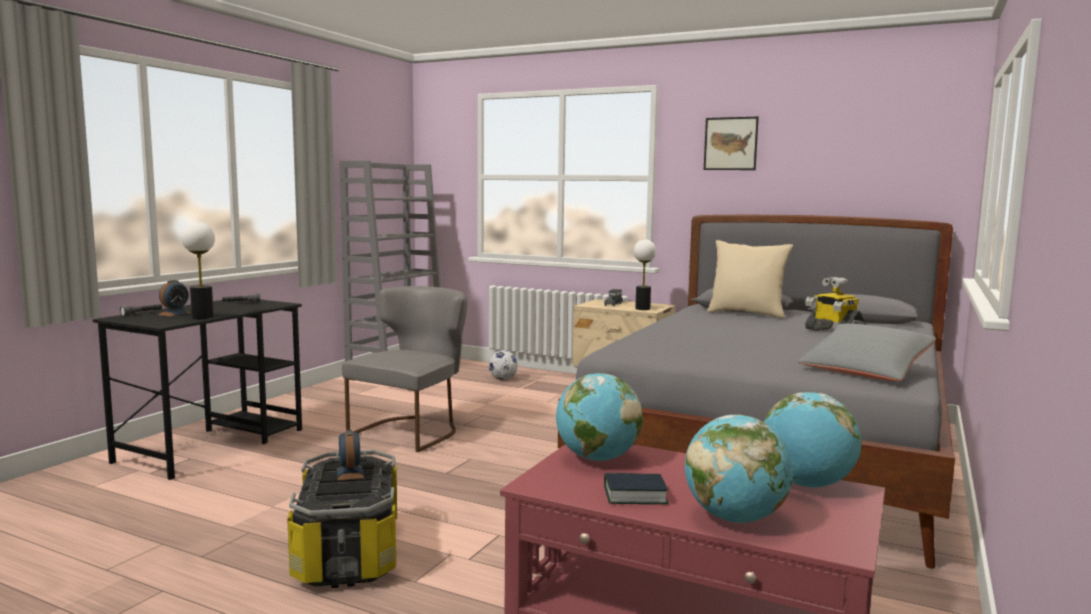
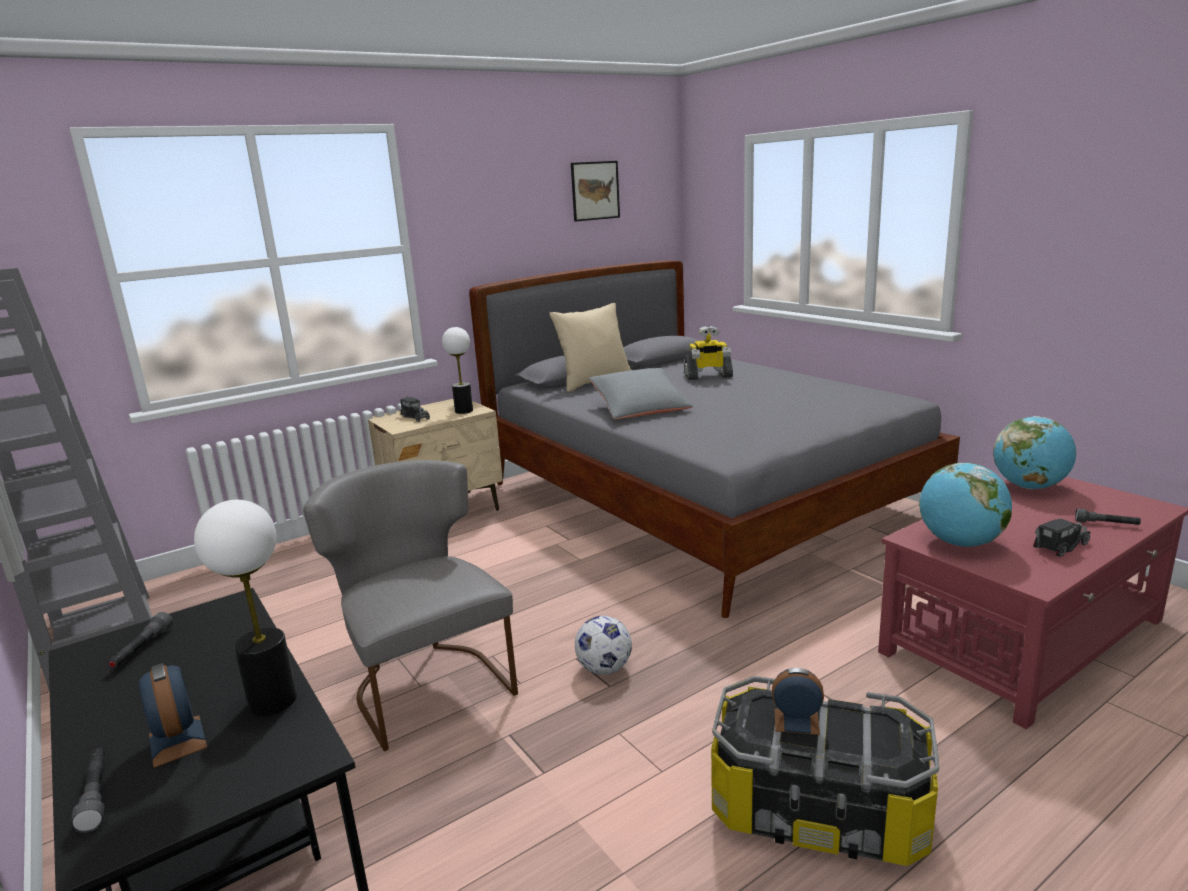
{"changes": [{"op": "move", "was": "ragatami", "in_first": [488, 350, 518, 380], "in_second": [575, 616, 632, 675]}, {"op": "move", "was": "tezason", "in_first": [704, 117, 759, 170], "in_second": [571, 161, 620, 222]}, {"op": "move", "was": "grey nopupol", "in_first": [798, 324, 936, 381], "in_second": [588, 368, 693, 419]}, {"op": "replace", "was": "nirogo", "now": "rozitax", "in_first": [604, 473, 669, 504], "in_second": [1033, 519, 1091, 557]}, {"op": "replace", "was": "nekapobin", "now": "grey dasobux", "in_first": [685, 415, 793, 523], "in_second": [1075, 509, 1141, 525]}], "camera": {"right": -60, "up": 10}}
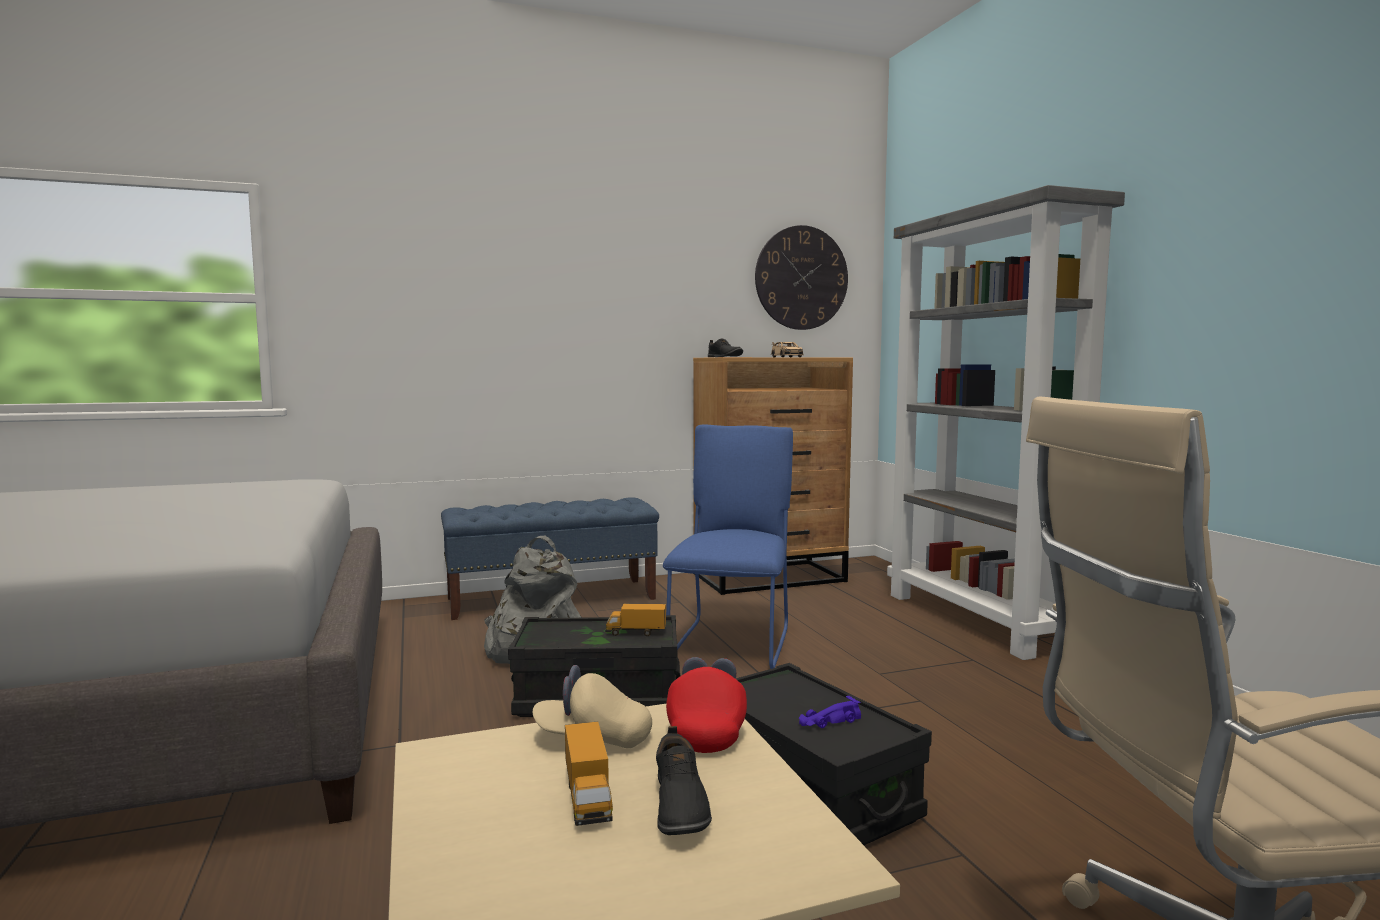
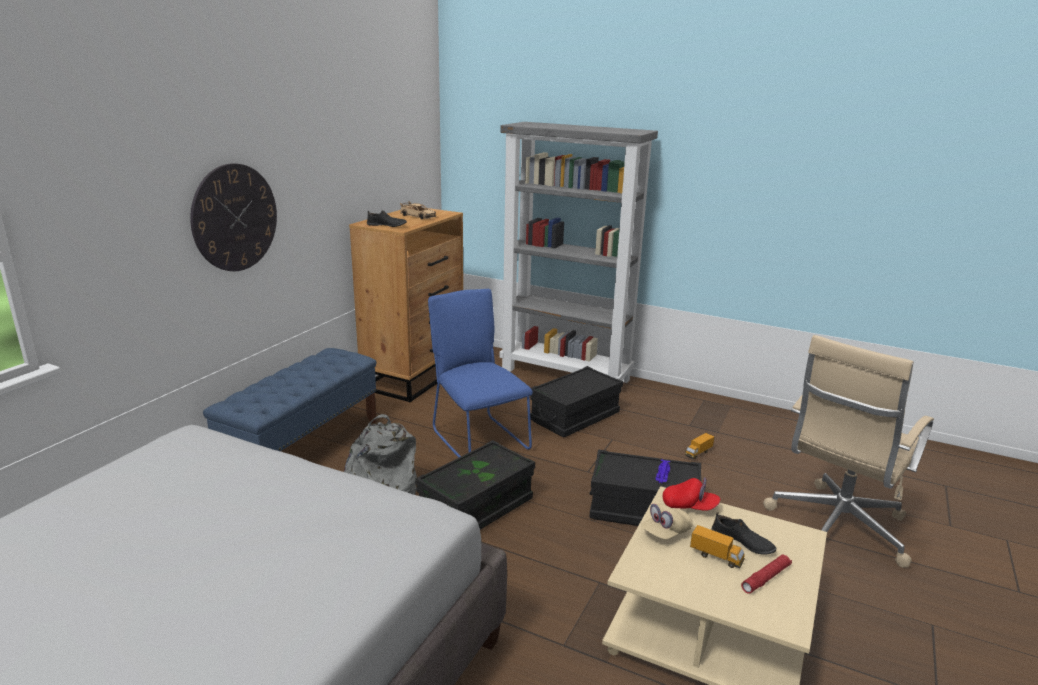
{"changes": [{"op": "insert", "now": "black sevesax", "in_second": [530, 366, 623, 437]}, {"op": "insert", "now": "red dasobux", "in_second": [741, 555, 792, 594]}, {"op": "move", "was": "rozitax", "in_first": [605, 604, 666, 636], "in_second": [685, 433, 715, 459]}, {"op": "move", "was": "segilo", "in_first": [755, 225, 848, 330], "in_second": [190, 163, 277, 271]}, {"op": "rotate", "was": "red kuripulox", "in_first": [666, 657, 747, 753], "in_second": [663, 477, 720, 511], "clockwise": 150}], "camera": {"right": -45, "up": 15}}
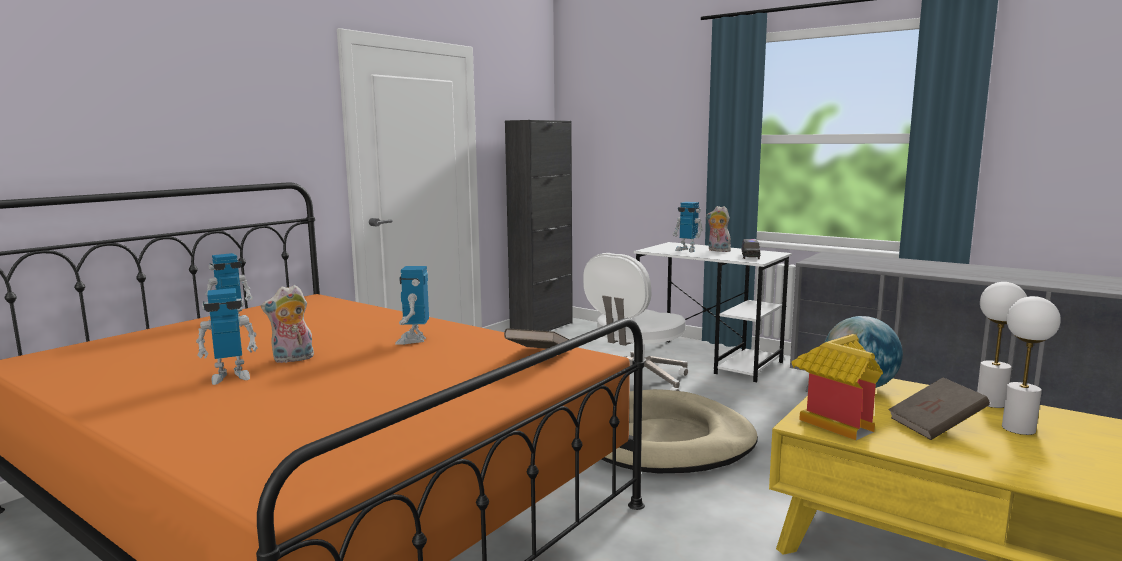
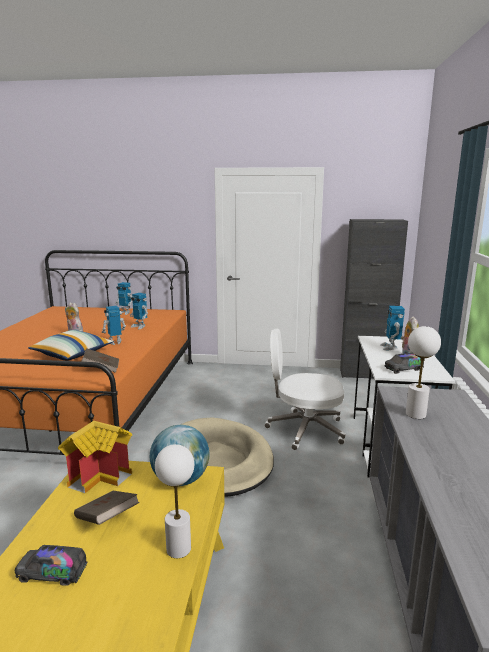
{"changes": [{"op": "insert", "now": "rozitax", "in_second": [15, 545, 87, 586]}, {"op": "insert", "now": "nopupol", "in_second": [28, 330, 113, 361]}, {"op": "move", "was": "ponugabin", "in_first": [196, 288, 258, 385], "in_second": [130, 293, 148, 329]}, {"op": "move", "was": "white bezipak", "in_first": [1002, 296, 1061, 435], "in_second": [406, 326, 441, 419]}], "camera": {"right": 60, "up": 5}}
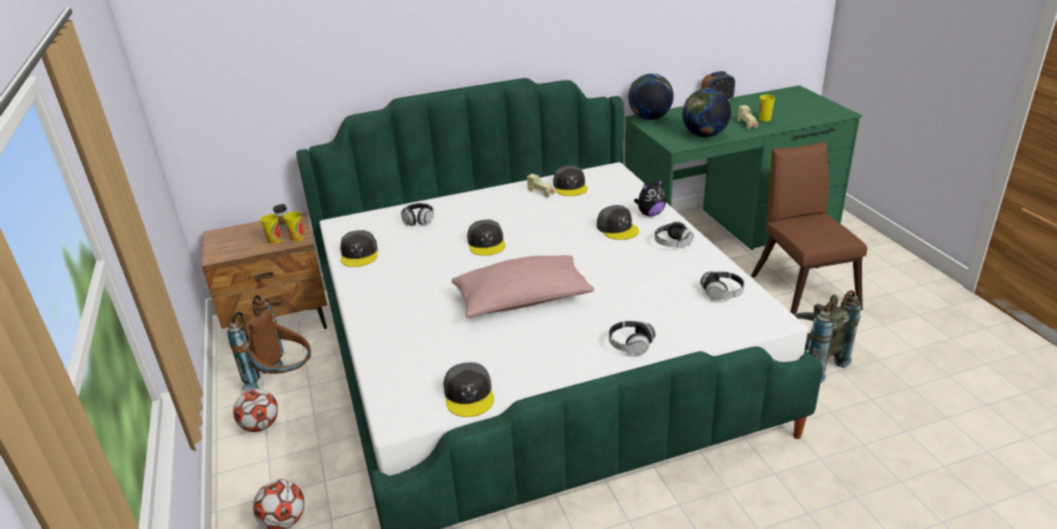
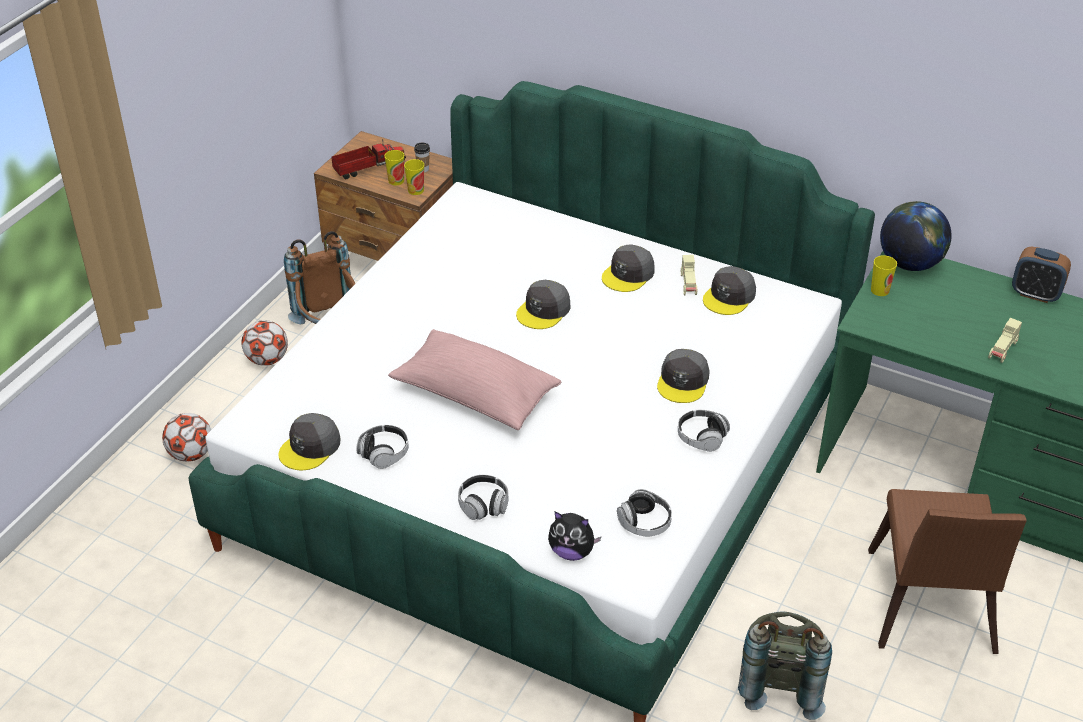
{"changes": [{"op": "delete", "was": "nekapobin", "in_first": [682, 88, 731, 137]}, {"op": "insert", "now": "rozitax", "in_second": [331, 140, 406, 179]}, {"op": "move", "was": "grey kuripulox", "in_first": [340, 230, 378, 267], "in_second": [602, 244, 655, 292]}, {"op": "move", "was": "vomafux", "in_first": [401, 203, 434, 226], "in_second": [356, 425, 409, 469]}, {"op": "move", "was": "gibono", "in_first": [634, 178, 666, 217], "in_second": [548, 511, 602, 561]}, {"op": "move", "was": "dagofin", "in_first": [759, 95, 775, 121], "in_second": [871, 255, 897, 296]}, {"op": "rotate", "was": "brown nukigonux", "in_first": [751, 142, 867, 314], "in_second": [868, 489, 1027, 654], "clockwise": 150}], "camera": {"right": 45, "up": 10}}
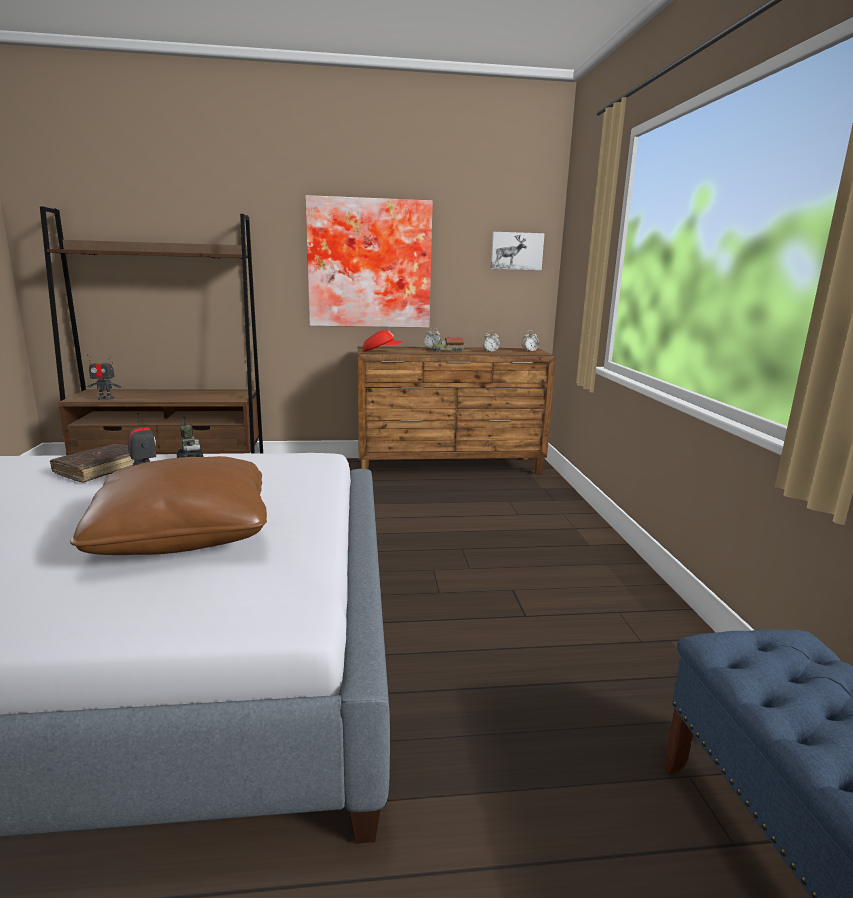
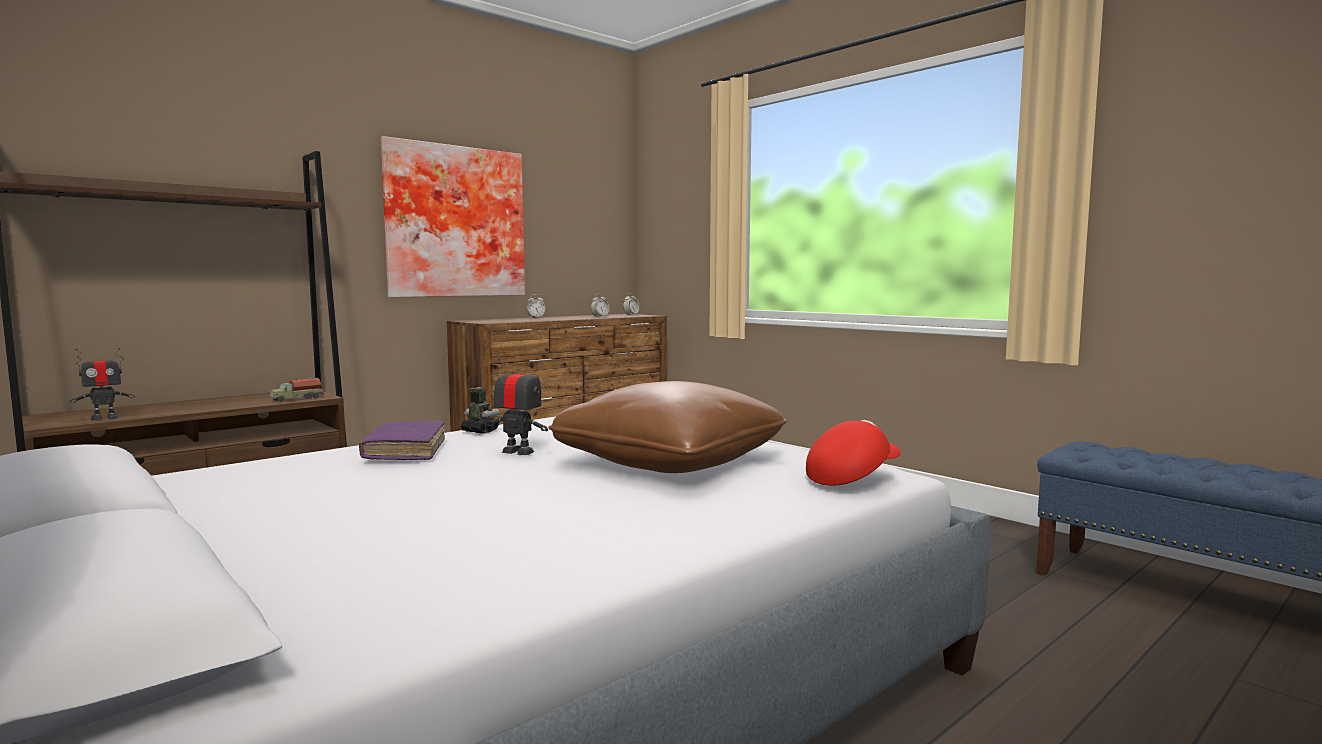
{"changes": [{"op": "delete", "was": "tezason", "in_first": [490, 232, 545, 270]}, {"op": "move", "was": "red kuripulox", "in_first": [363, 330, 402, 352], "in_second": [806, 420, 900, 486]}, {"op": "move", "was": "rozitax", "in_first": [432, 337, 465, 352], "in_second": [269, 377, 324, 402]}, {"op": "recolor", "was": "brown nirogo", "now": "purple nirogo", "in_first": [50, 444, 134, 483], "in_second": [359, 420, 445, 460]}], "camera": {"right": -35, "up": -10}}
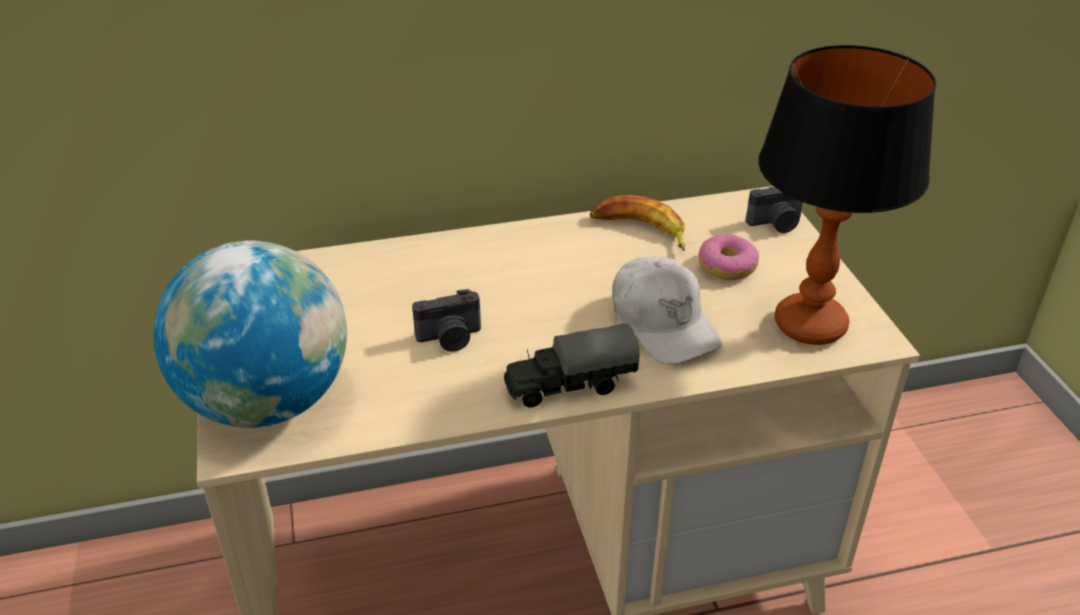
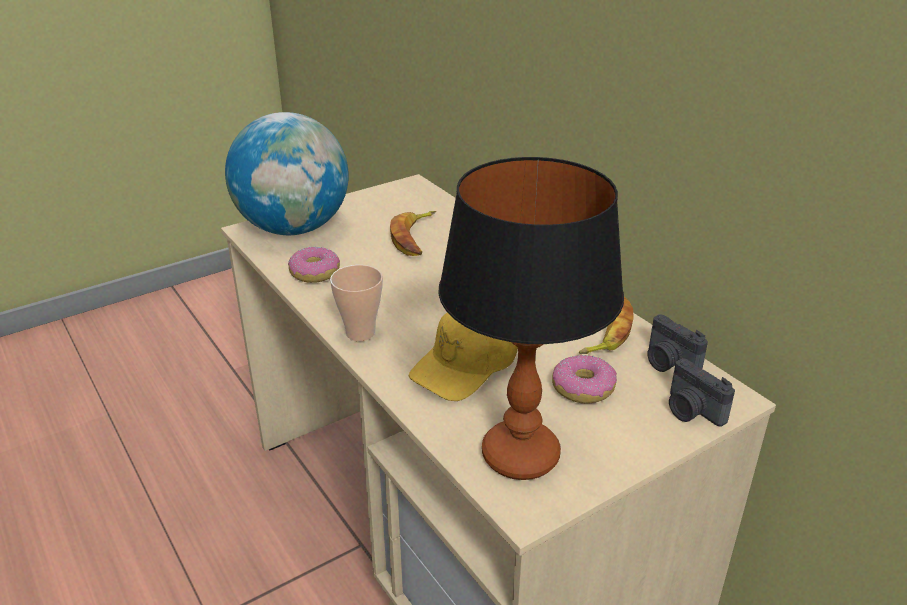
{"changes": [{"op": "insert", "now": "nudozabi", "in_second": [288, 246, 340, 283]}, {"op": "insert", "now": "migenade", "in_second": [390, 211, 436, 256]}, {"op": "move", "was": "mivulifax", "in_first": [412, 289, 481, 351], "in_second": [648, 314, 708, 372]}, {"op": "replace", "was": "rozitax", "now": "dagofin", "in_first": [504, 323, 640, 407], "in_second": [330, 265, 383, 341]}, {"op": "recolor", "was": "white kuripulox", "now": "yellow kuripulox", "in_first": [612, 256, 722, 365], "in_second": [409, 313, 518, 401]}], "camera": {"right": 70, "up": -5}}
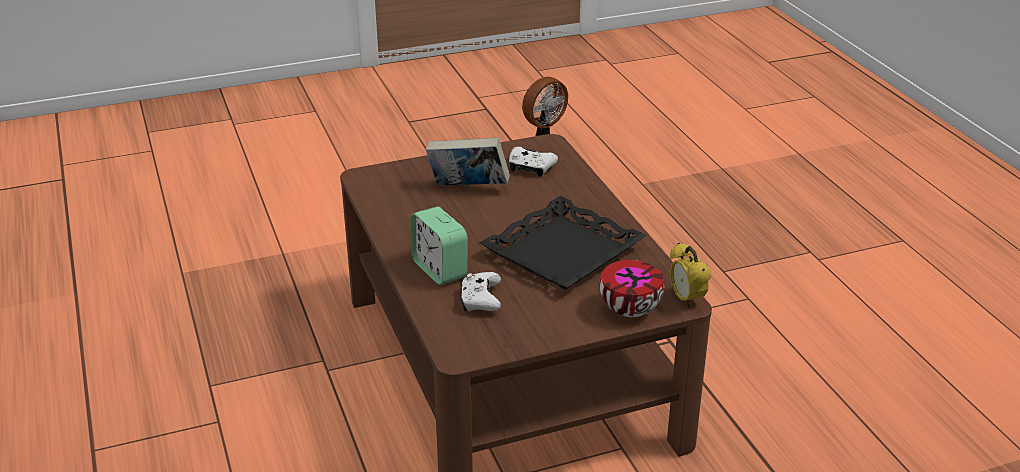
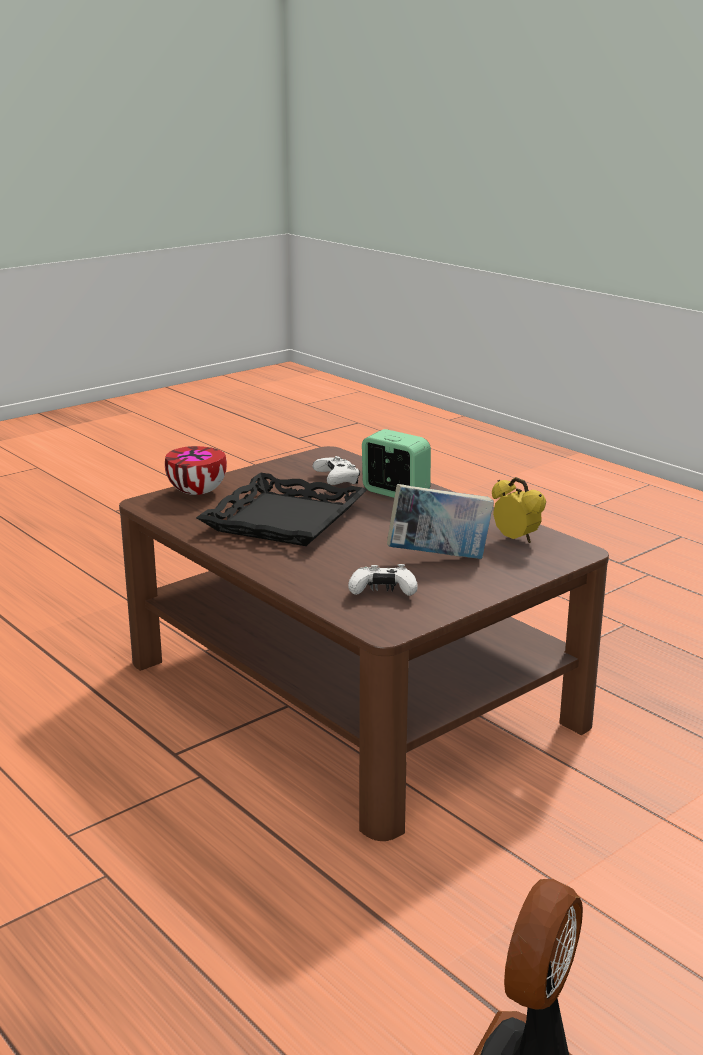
{"changes": [{"op": "move", "was": "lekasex", "in_first": [670, 243, 711, 308], "in_second": [492, 477, 546, 543]}], "camera": {"right": 160, "up": -10}}
